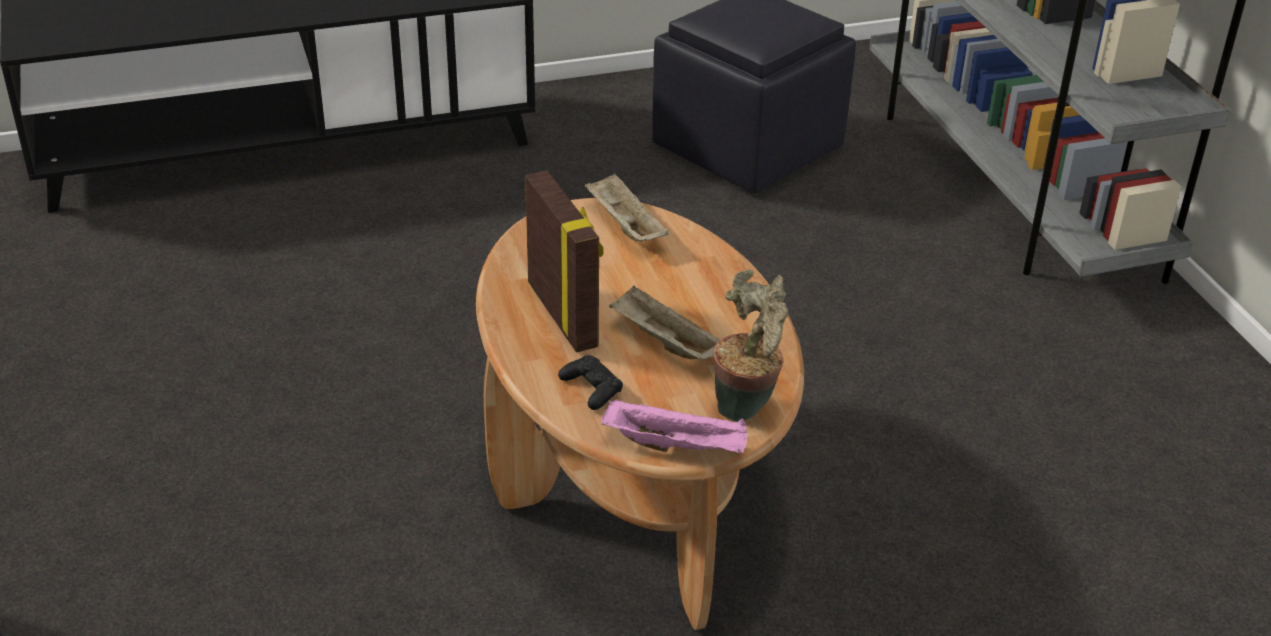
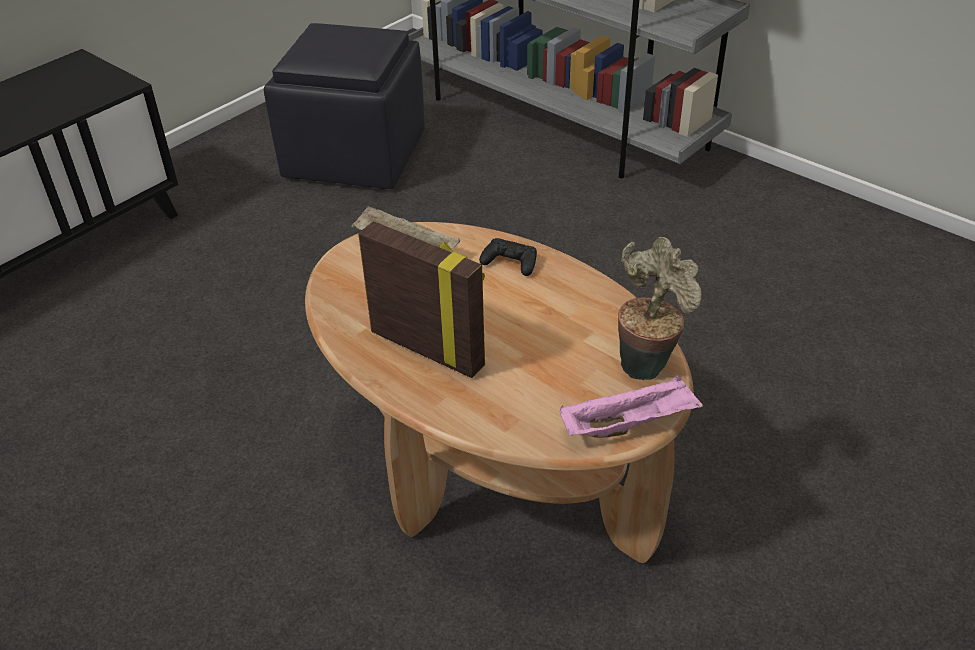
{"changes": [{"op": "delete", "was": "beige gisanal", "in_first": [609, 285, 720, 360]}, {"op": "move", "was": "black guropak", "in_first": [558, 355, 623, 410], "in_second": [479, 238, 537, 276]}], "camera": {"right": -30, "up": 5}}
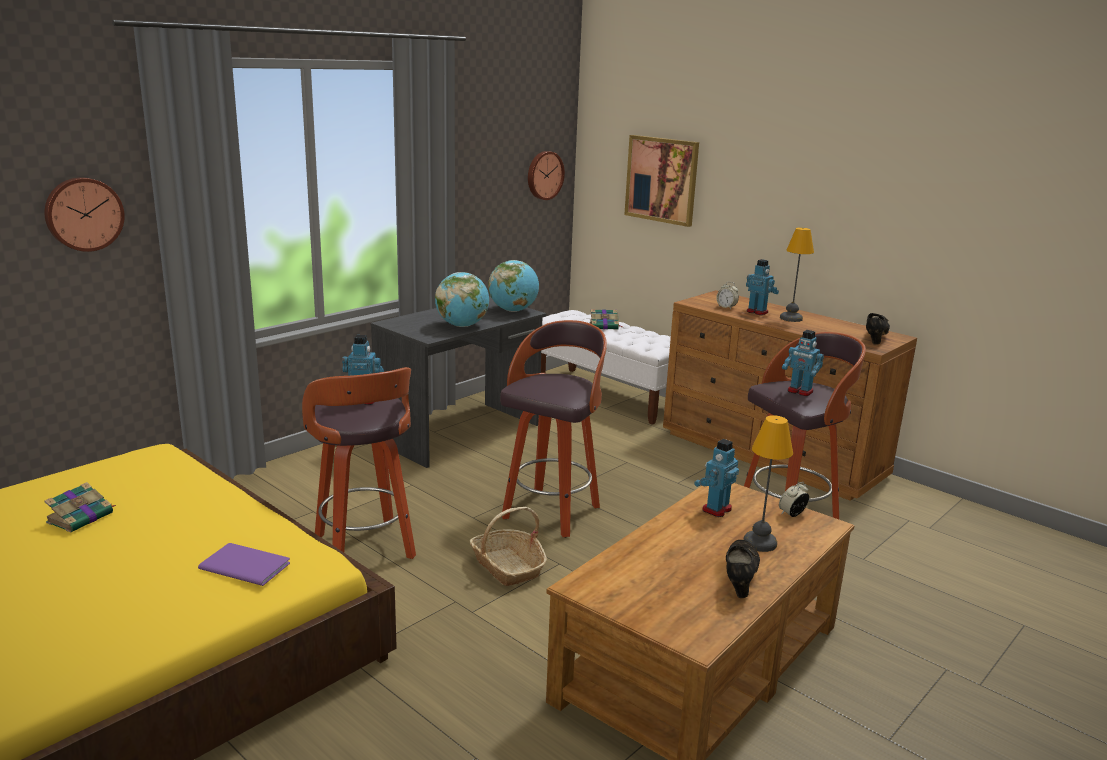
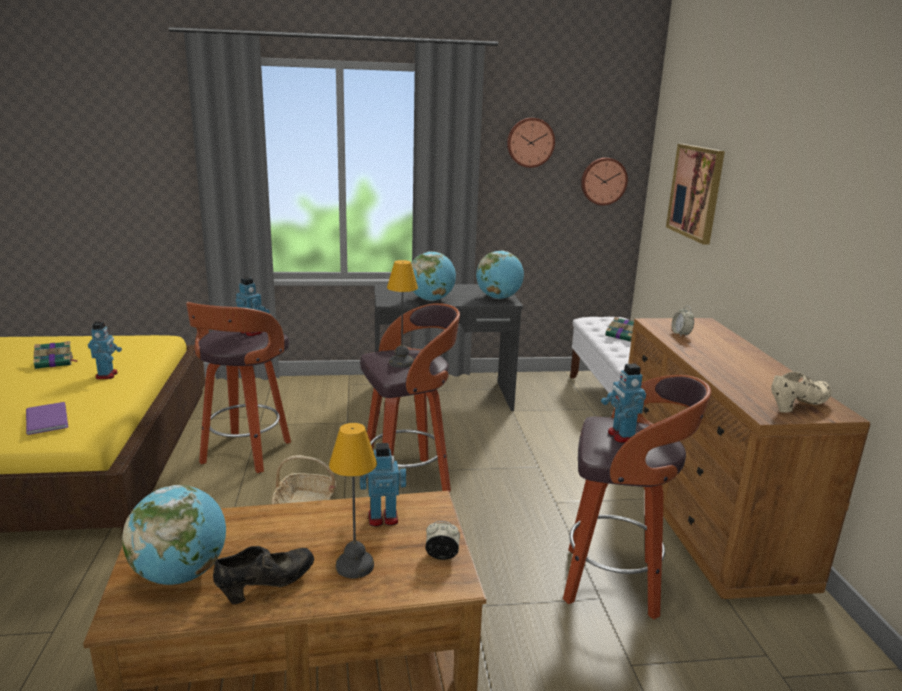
{"changes": [{"op": "insert", "now": "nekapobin", "in_second": [122, 485, 226, 585]}, {"op": "move", "was": "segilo", "in_first": [45, 177, 125, 252], "in_second": [507, 118, 555, 168]}, {"op": "move", "was": "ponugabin", "in_first": [746, 259, 779, 315], "in_second": [88, 322, 122, 379]}, {"op": "move", "was": "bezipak", "in_first": [780, 228, 814, 322], "in_second": [387, 260, 418, 368]}, {"op": "recolor", "was": "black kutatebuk", "now": "beige kutatebuk", "in_first": [866, 313, 890, 345], "in_second": [771, 371, 832, 413]}], "camera": {"right": 40, "up": 0}}
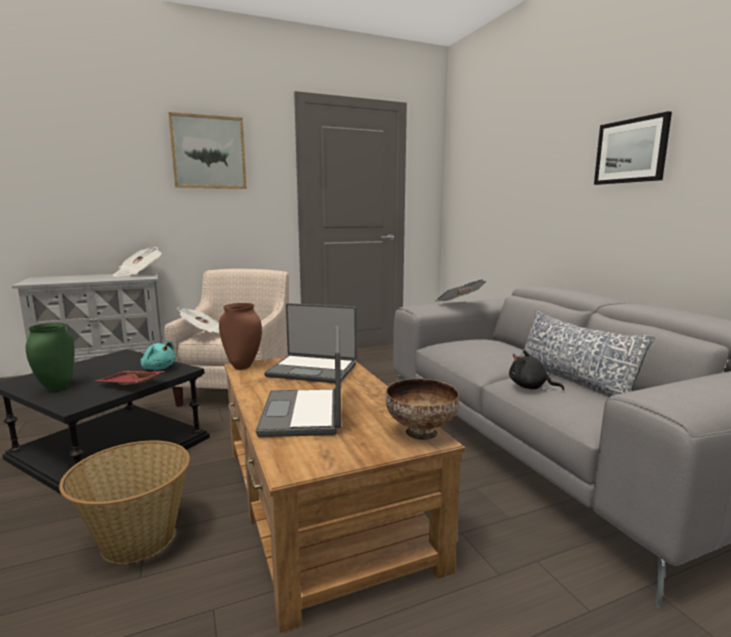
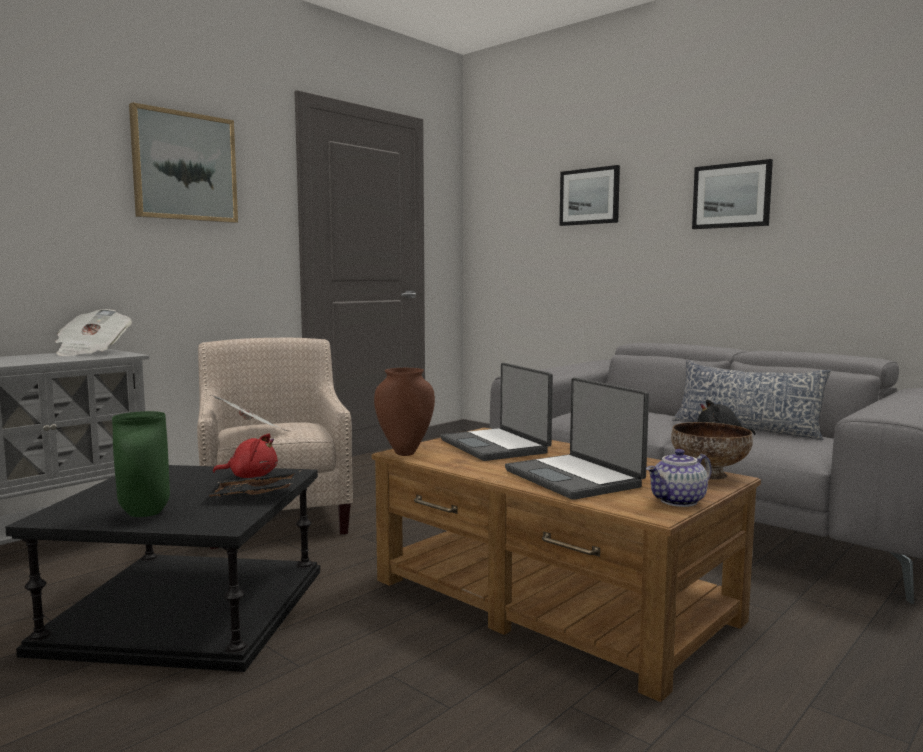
{"changes": [{"op": "delete", "was": "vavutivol", "in_first": [59, 441, 190, 564]}, {"op": "delete", "was": "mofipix", "in_first": [435, 279, 486, 301]}, {"op": "insert", "now": "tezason", "in_second": [559, 165, 620, 226]}, {"op": "insert", "now": "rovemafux", "in_second": [646, 449, 712, 507]}, {"op": "recolor", "was": "red gisanal", "now": "black gisanal", "in_first": [95, 371, 164, 385], "in_second": [202, 470, 301, 497]}, {"op": "recolor", "was": "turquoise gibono", "now": "red gibono", "in_first": [140, 341, 176, 370], "in_second": [212, 434, 278, 478]}, {"op": "rotate", "was": "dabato", "in_first": [264, 303, 357, 383], "in_second": [441, 363, 553, 461], "clockwise": 75}], "camera": {"right": -25, "up": -5}}
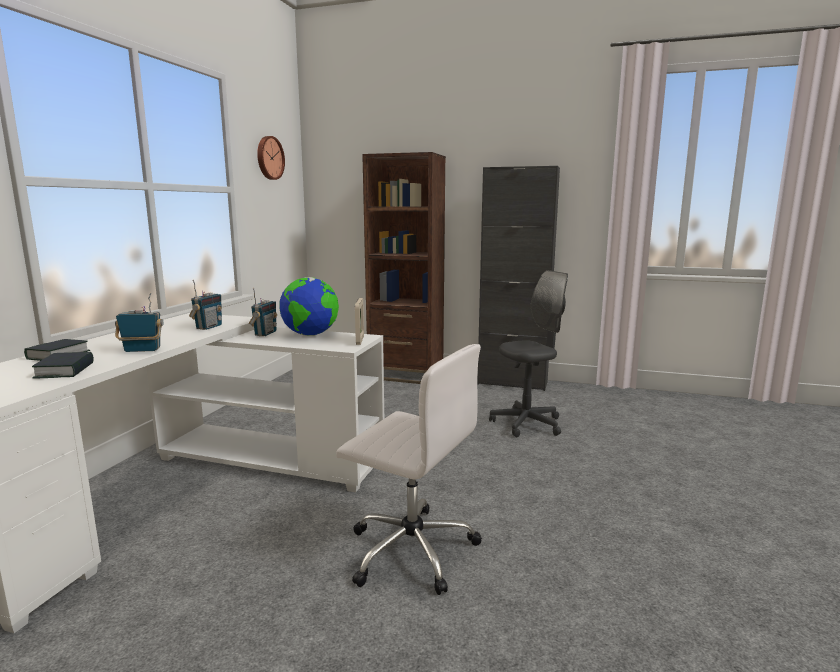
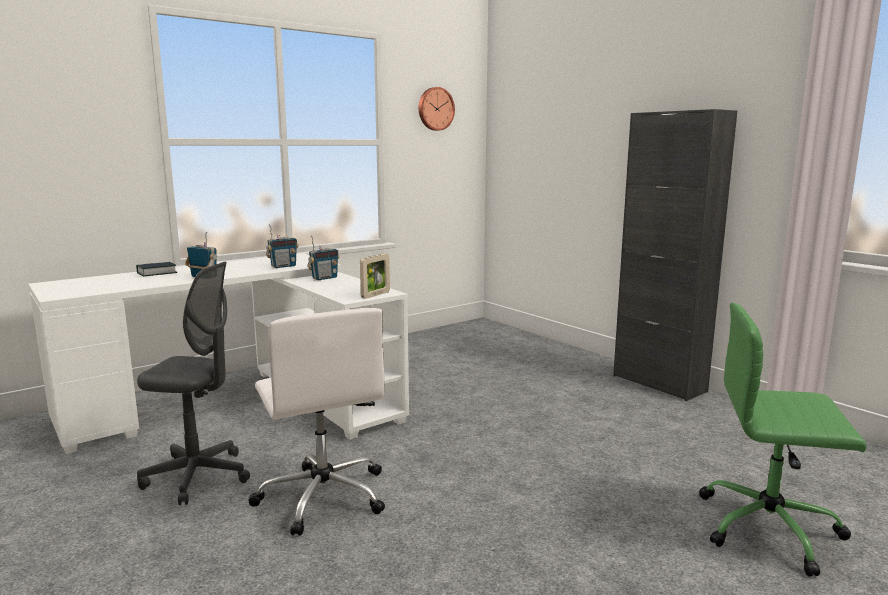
{"changes": [{"op": "delete", "was": "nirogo", "in_first": [32, 352, 94, 378]}, {"op": "delete", "was": "nekapobin", "in_first": [279, 277, 339, 336]}, {"op": "delete", "was": "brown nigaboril", "in_first": [362, 152, 446, 384]}, {"op": "insert", "now": "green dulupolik", "in_second": [699, 303, 866, 577]}, {"op": "move", "was": "grey dulupolik", "in_first": [489, 270, 568, 437], "in_second": [137, 262, 250, 505]}], "camera": {"right": 35, "up": 0}}
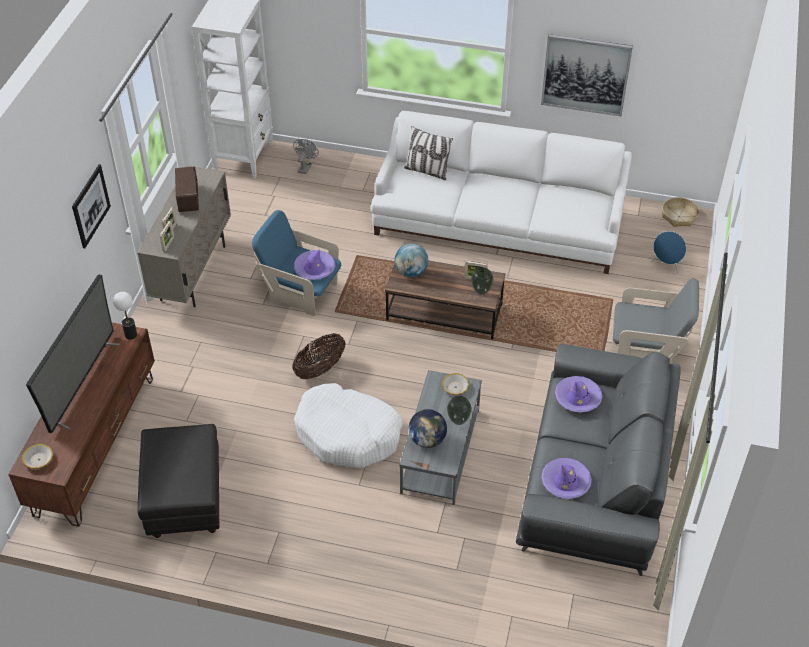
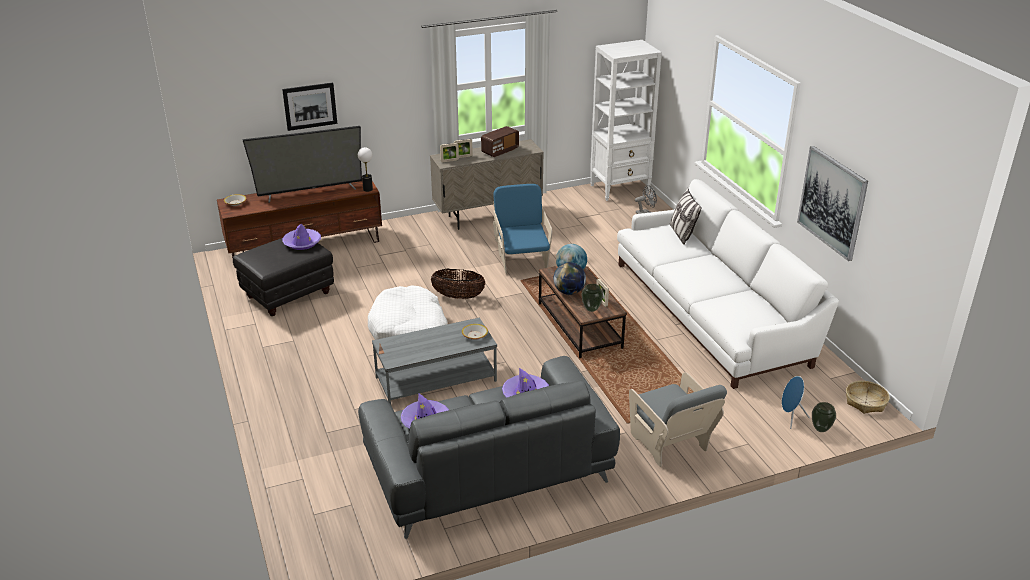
{"changes": [{"op": "move", "was": "tezason", "in_first": [72, 164, 111, 248], "in_second": [282, 82, 337, 131]}, {"op": "move", "was": "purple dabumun", "in_first": [293, 250, 335, 280], "in_second": [282, 224, 321, 250]}, {"op": "move", "was": "nekapobin", "in_first": [409, 409, 447, 448], "in_second": [553, 262, 586, 295]}, {"op": "move", "was": "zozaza", "in_first": [447, 396, 472, 425], "in_second": [812, 402, 836, 432]}], "camera": {"right": 55, "up": -15}}
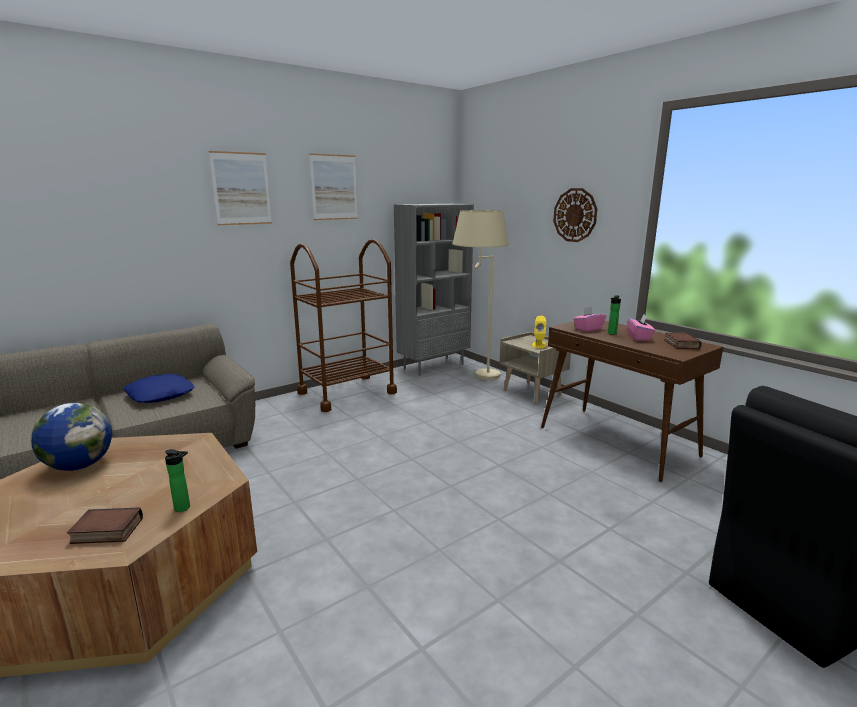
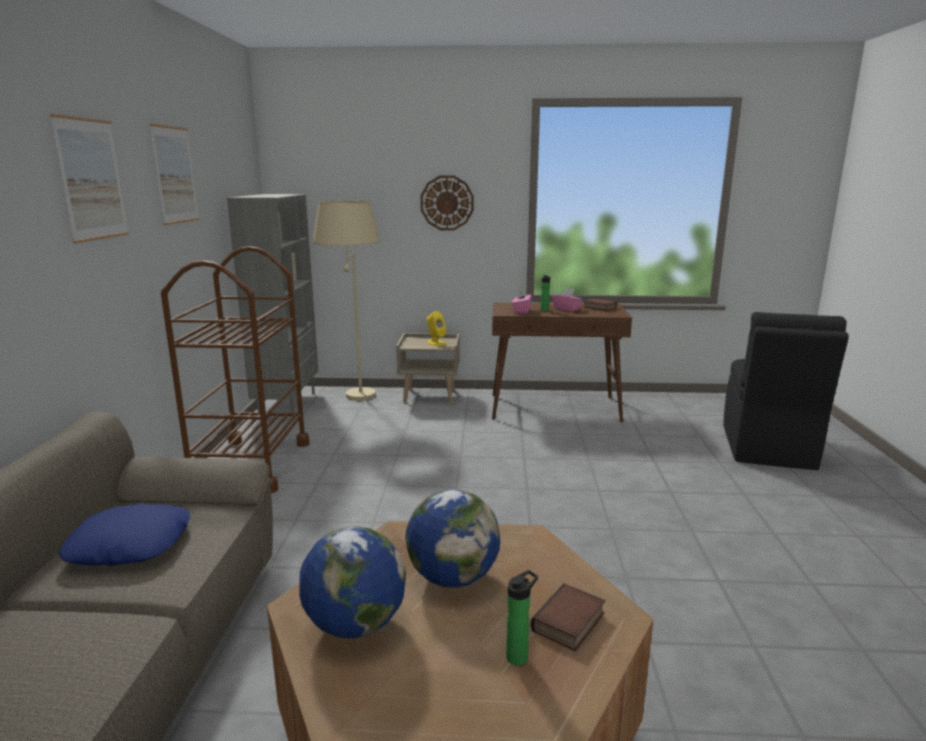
{"changes": [{"op": "insert", "now": "nekapobin", "in_second": [405, 489, 500, 588]}, {"op": "move", "was": "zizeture", "in_first": [165, 449, 190, 512], "in_second": [506, 570, 538, 666]}], "camera": {"right": -50, "up": 0}}
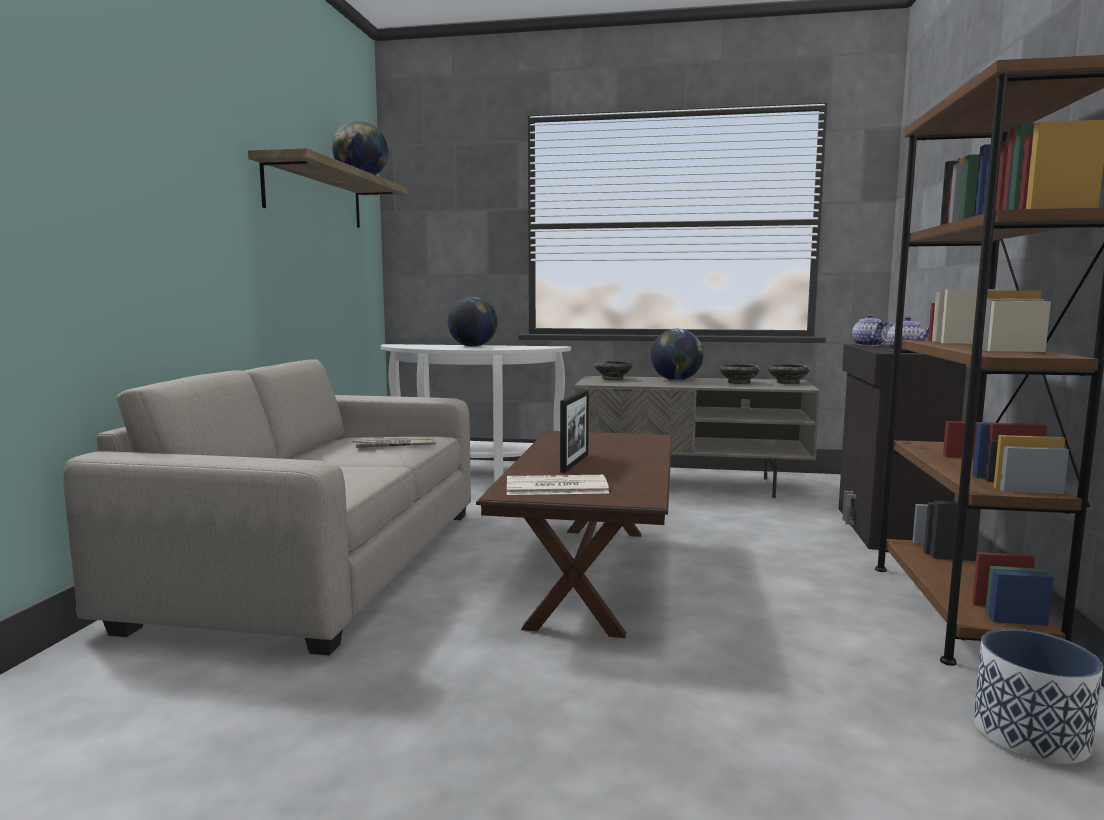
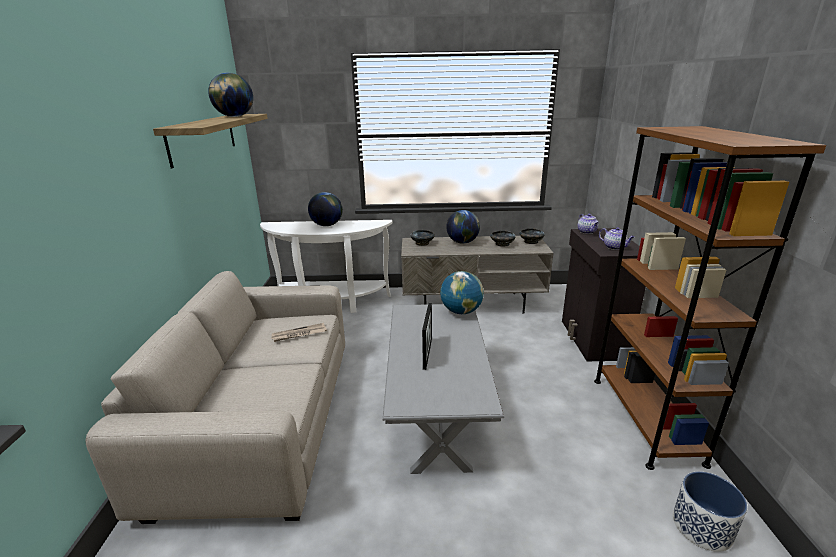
{"changes": [{"op": "delete", "was": "mofipix", "in_first": [507, 475, 609, 495]}, {"op": "insert", "now": "nekapobin", "in_second": [440, 271, 484, 314]}, {"op": "recolor", "was": "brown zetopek", "now": "grey zetopek", "in_first": [476, 431, 672, 638], "in_second": [383, 304, 504, 474]}], "camera": {"right": -10, "up": 15}}
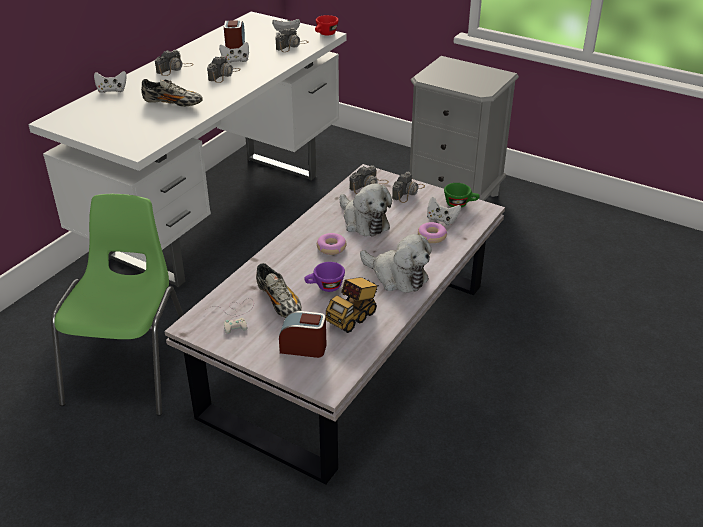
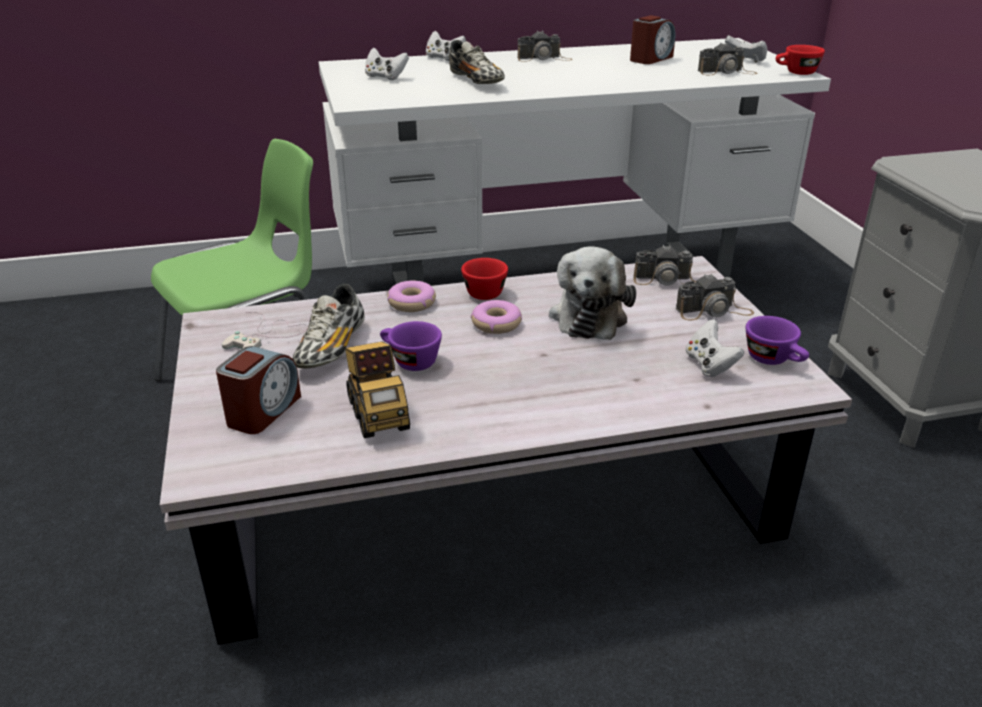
{"changes": [{"op": "delete", "was": "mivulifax", "in_first": [207, 56, 241, 83]}, {"op": "delete", "was": "gibono", "in_first": [360, 234, 432, 293]}, {"op": "insert", "now": "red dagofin", "in_second": [461, 258, 508, 300]}, {"op": "move", "was": "white guropak", "in_first": [219, 42, 249, 64], "in_second": [365, 48, 409, 80]}, {"op": "move", "was": "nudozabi", "in_first": [418, 222, 447, 243], "in_second": [387, 281, 436, 312]}, {"op": "recolor", "was": "green dagofin", "now": "purple dagofin", "in_first": [444, 183, 480, 208], "in_second": [746, 316, 809, 365]}, {"op": "rotate", "was": "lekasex", "in_first": [279, 311, 326, 358], "in_second": [216, 346, 301, 434], "clockwise": 60}, {"op": "rotate", "was": "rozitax", "in_first": [325, 277, 379, 333], "in_second": [345, 342, 410, 438], "clockwise": -105}], "camera": {"right": 45, "up": -5}}
